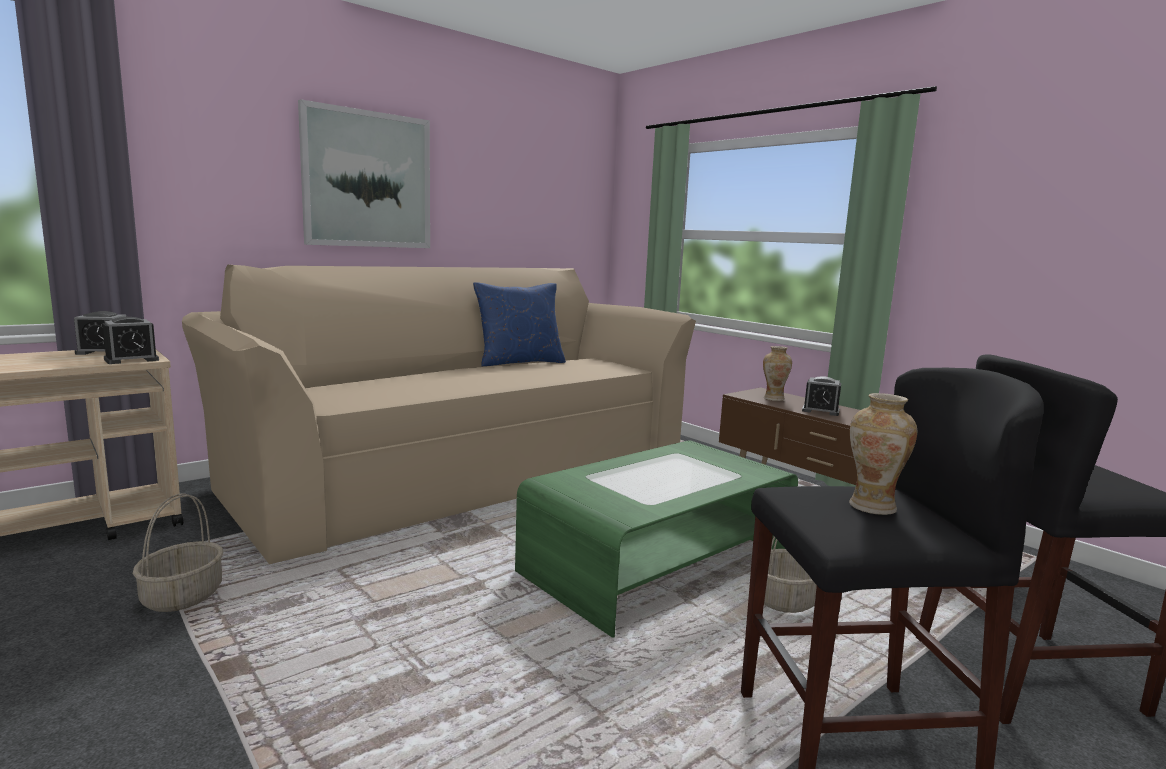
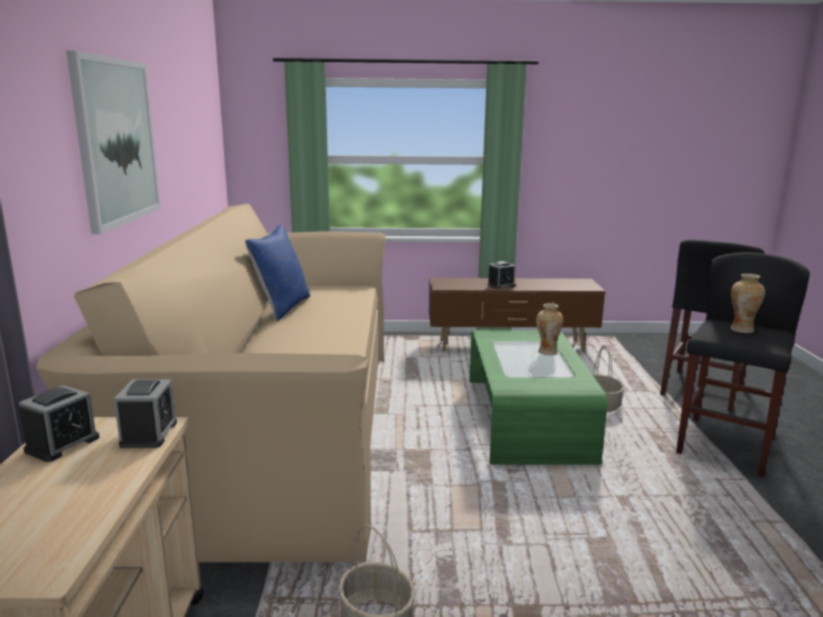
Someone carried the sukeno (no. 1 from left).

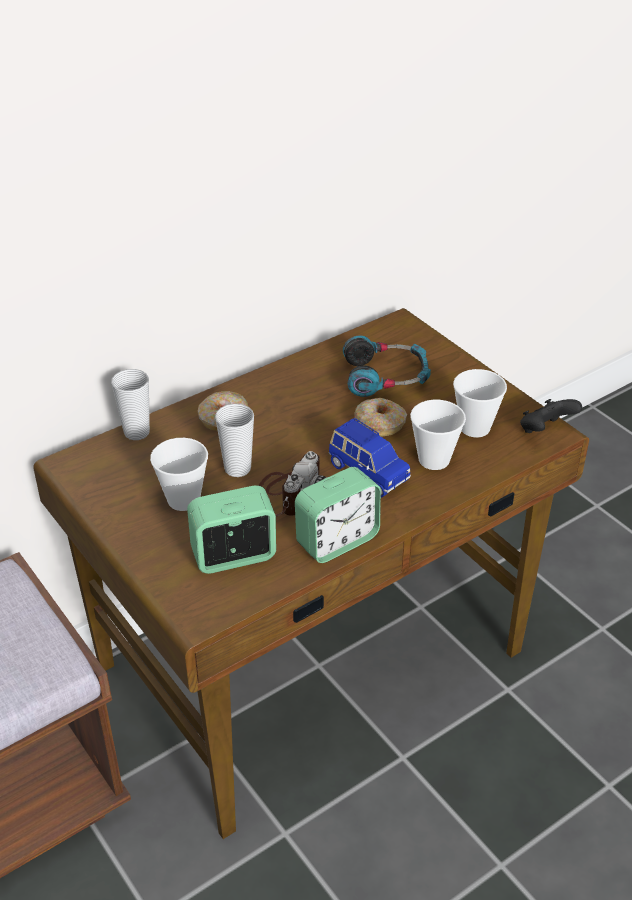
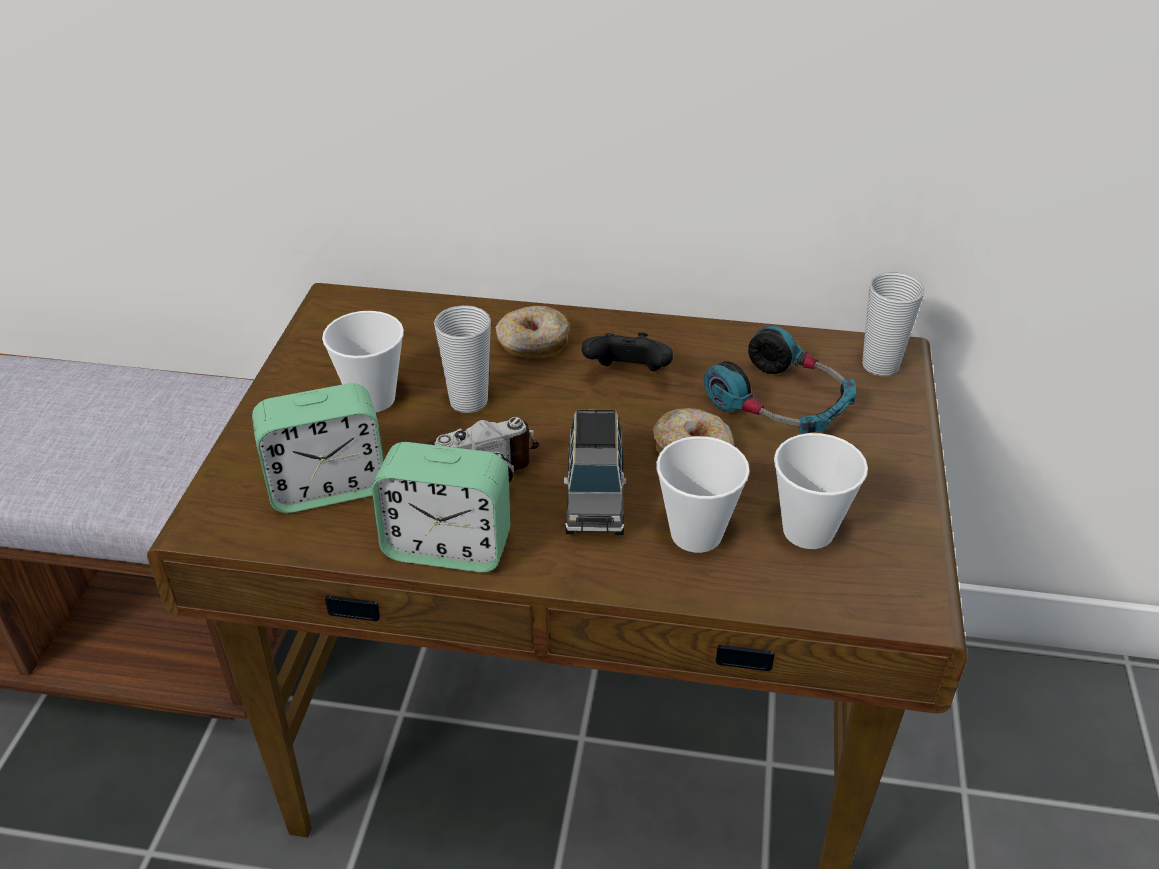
Someone rotated the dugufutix (no. 1 from left) by 135 degrees clockwise. Someone repainted the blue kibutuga, which became the grey kibutuga. Someone carried the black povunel. Someone carried the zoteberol (no. 1 from left in the first image).

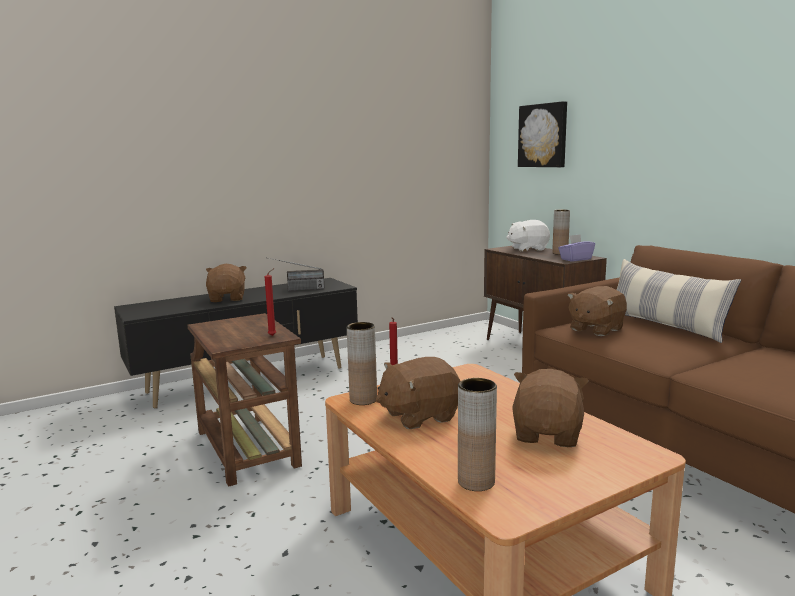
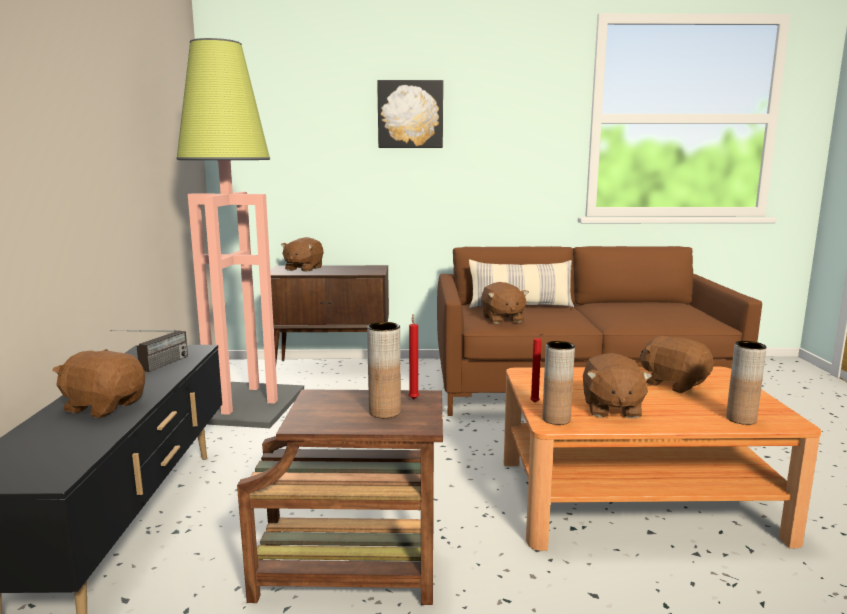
Someone put down the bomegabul. Someone repainted the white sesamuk, which became the brown sesamuk (no. 2 from left). Someone carried the brown sukeno (no. 3 from left in the first image). Someone carried the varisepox. Someone took away the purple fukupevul.

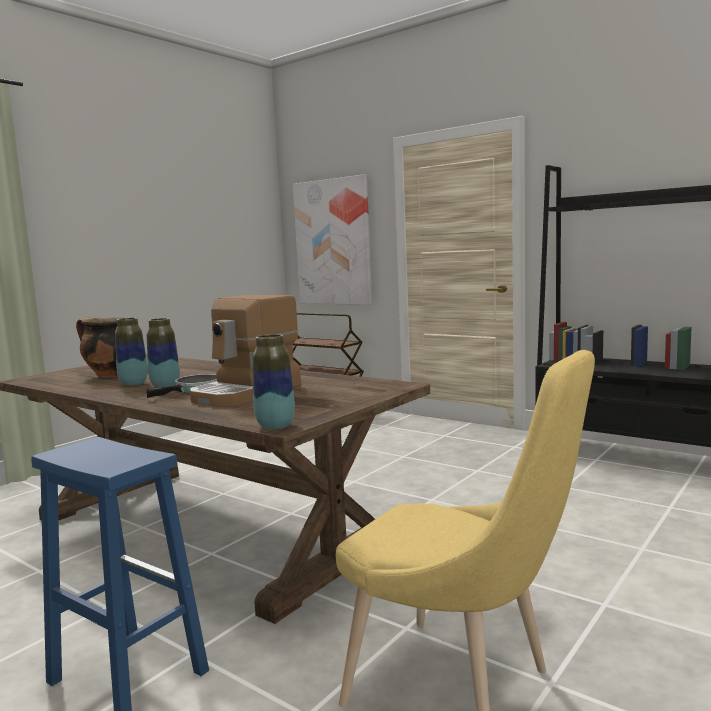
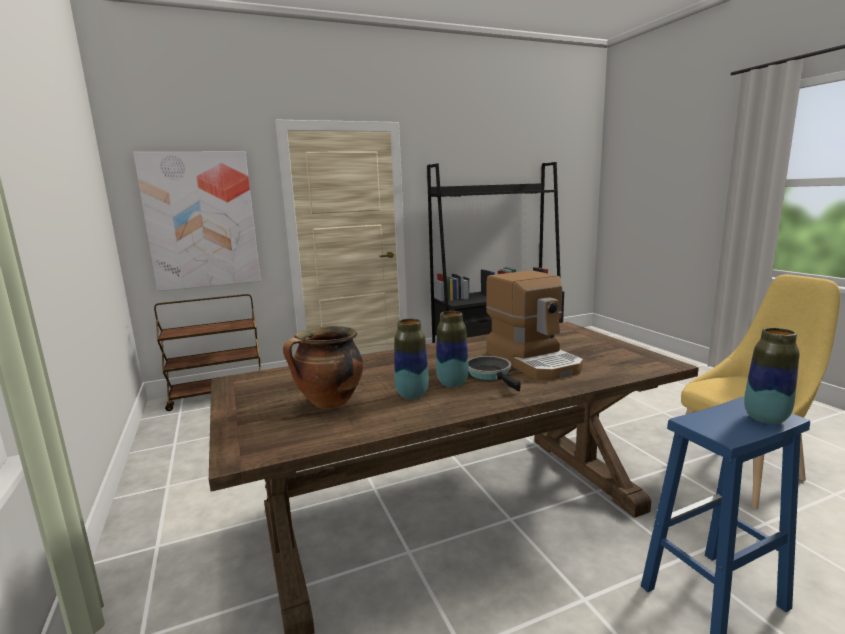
Someone carried the sukeno (no. 3 from left).

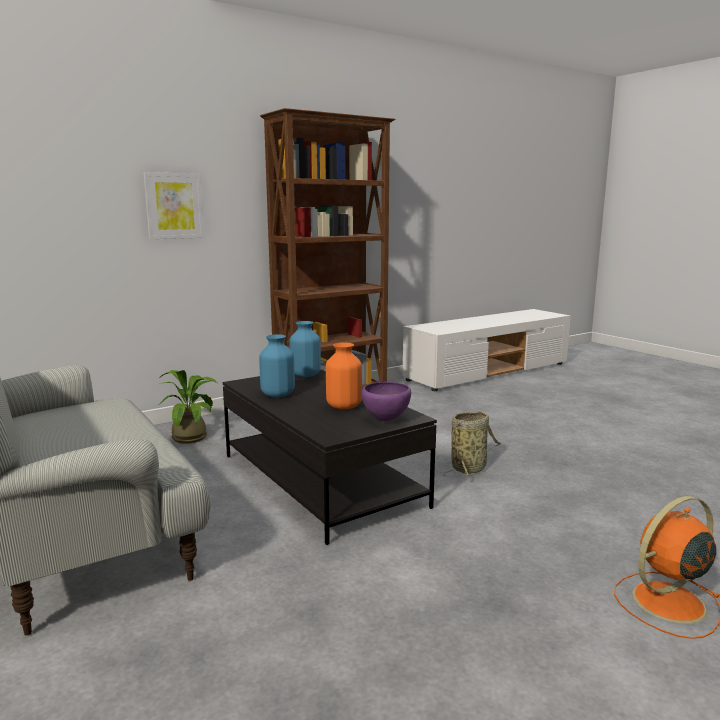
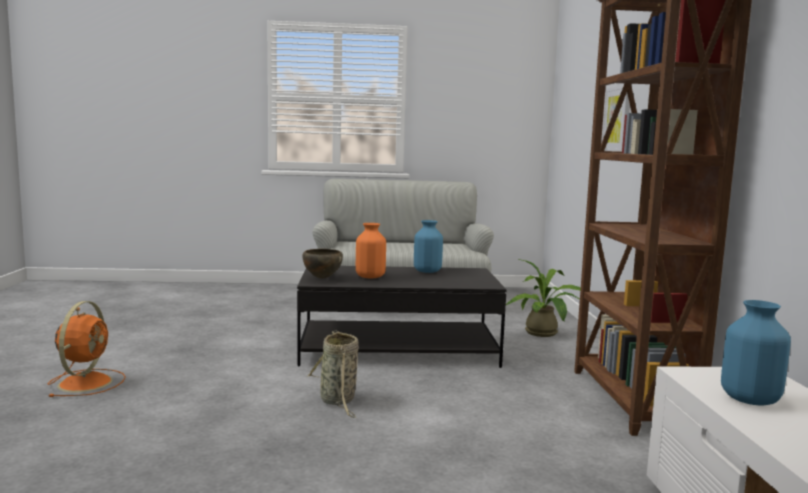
Someone repainted the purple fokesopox, which became the brown fokesopox. Someone carried the blue sukeno (no. 2 from left).

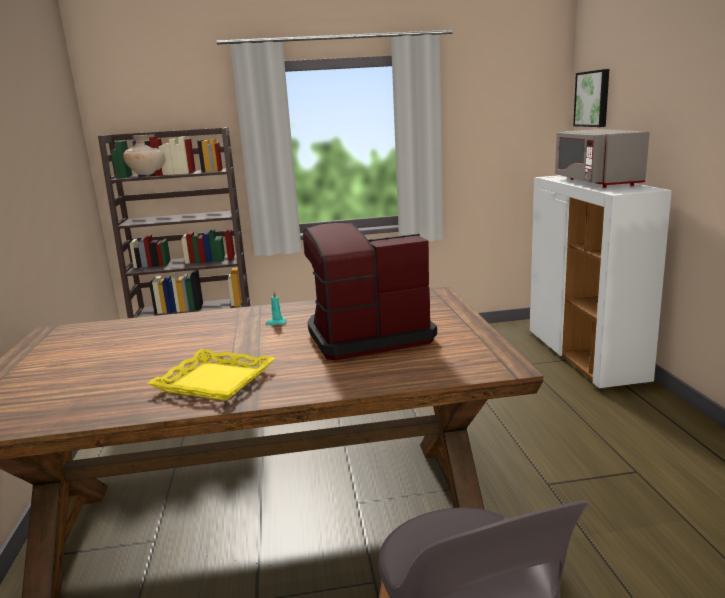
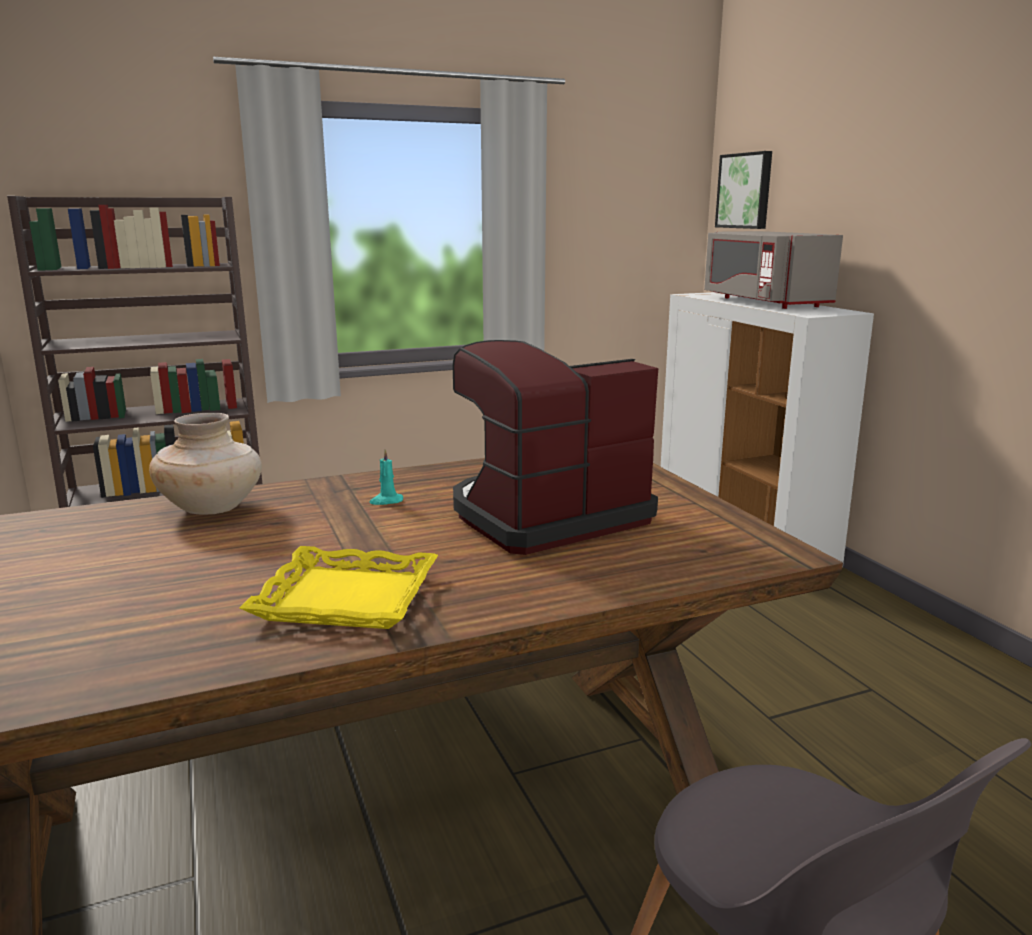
Someone carried the beige sukeno.

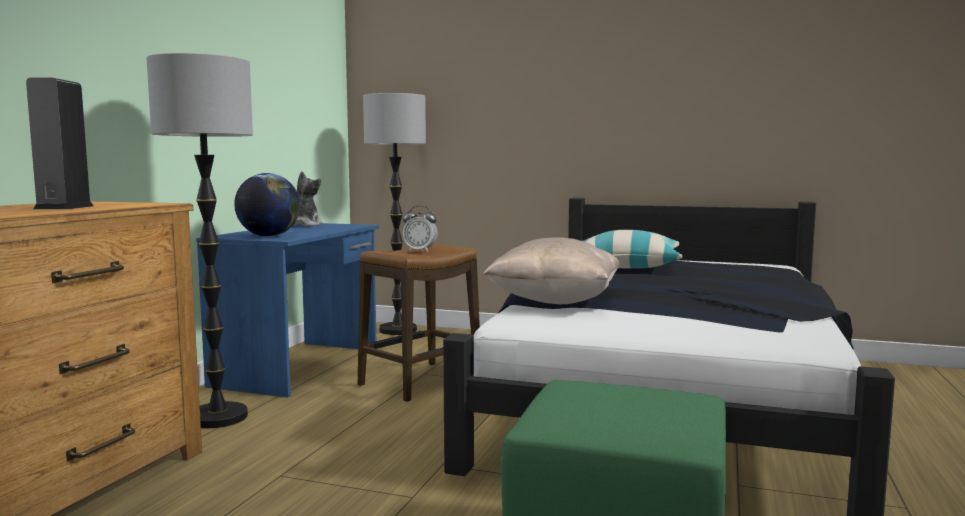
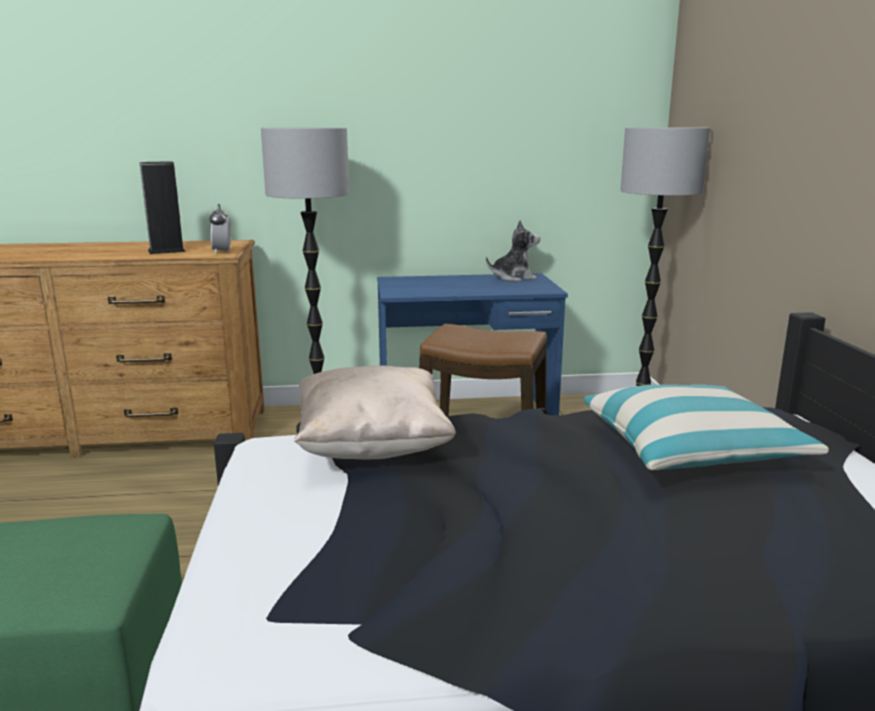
Someone carried the dugufutix. Someone took away the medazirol.

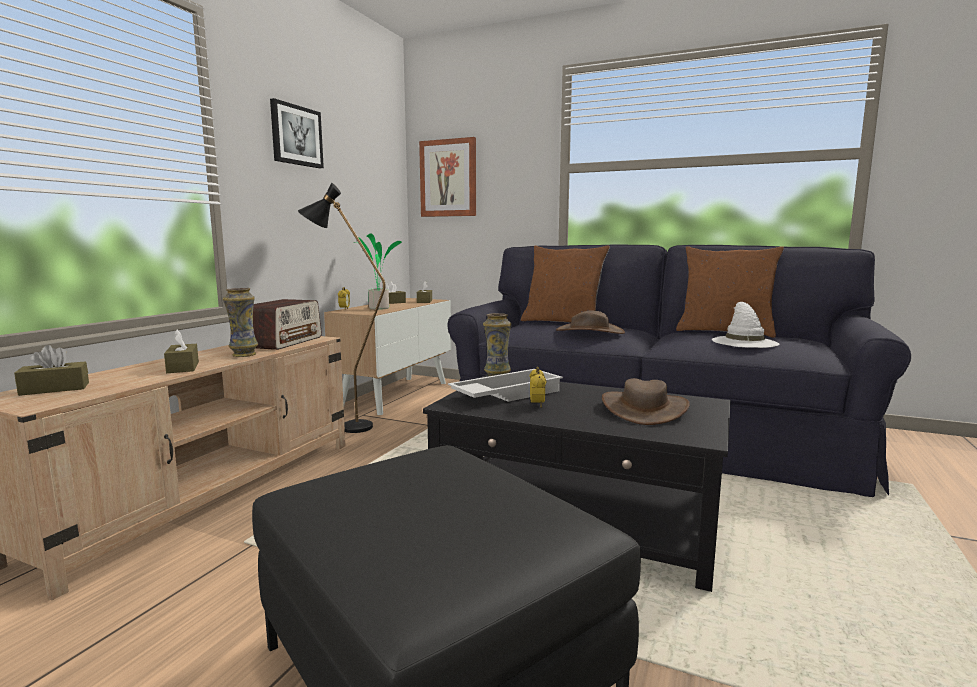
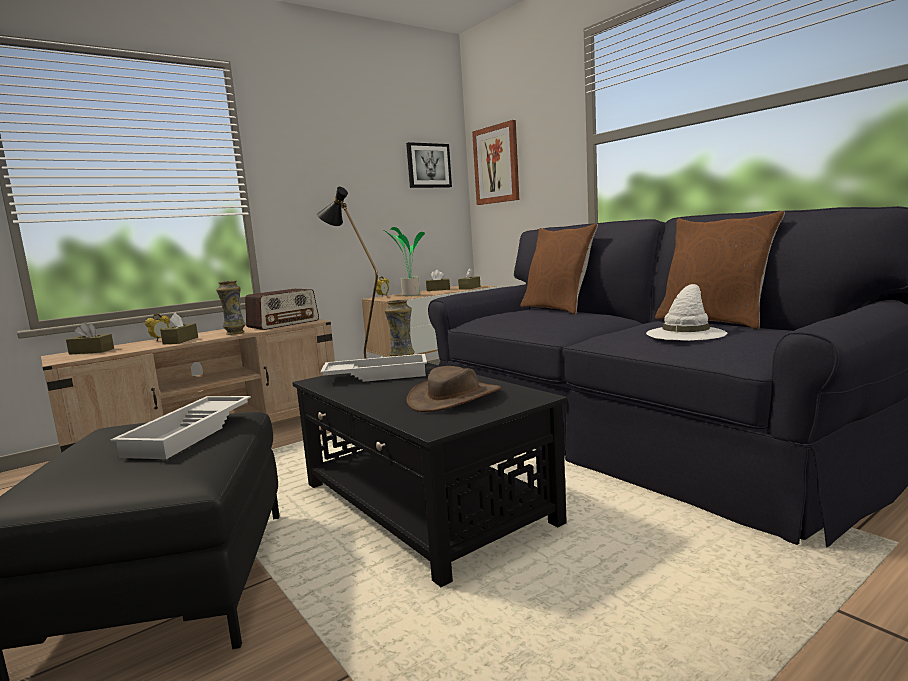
Someone put down the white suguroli (no. 1 from left). Someone carried the dugufutix (no. 2 from left in the first image). Someone carried the varisepox (no. 1 from left). Someone took away the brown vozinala (no. 1 from left).

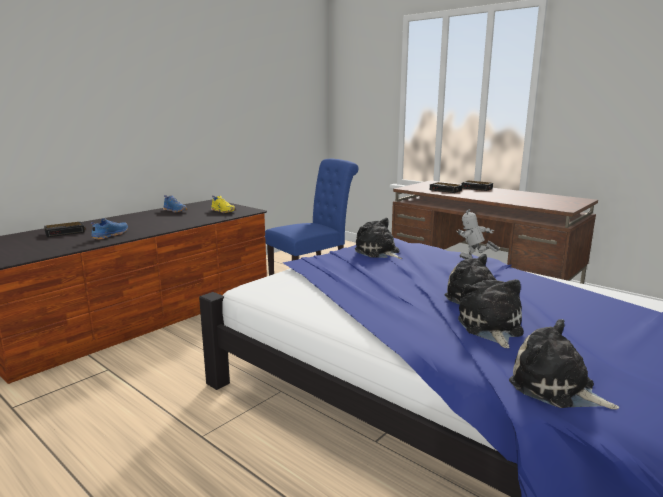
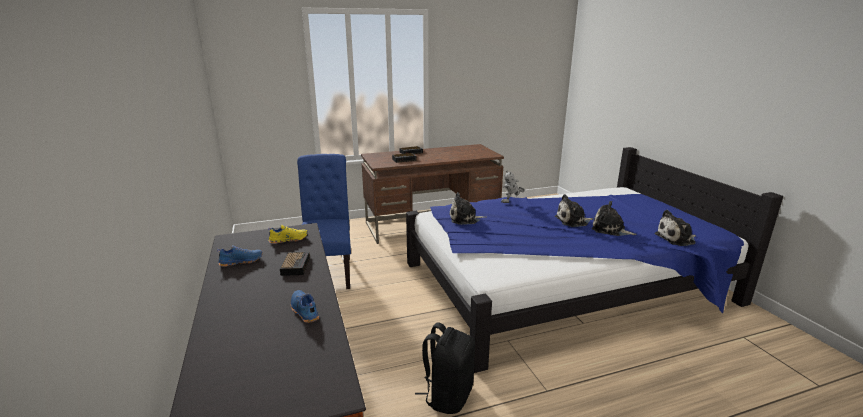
Someone carried the dugufutix (no. 1 from left). Someone put down the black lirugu.

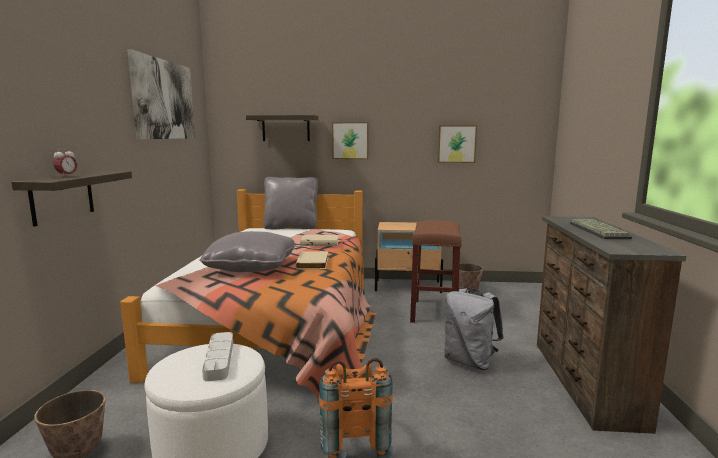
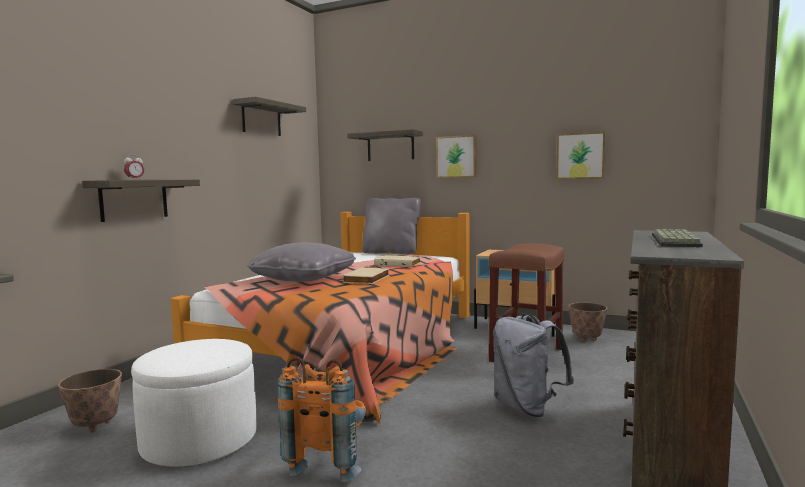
Someone swapped the varisepox (no. 1 from left) for the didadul (no. 2 from left). Someone took away the grey suguroli.

